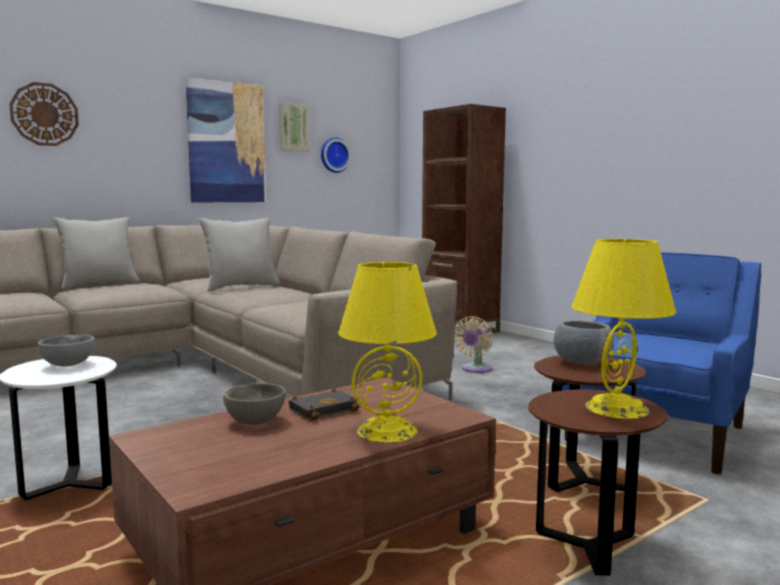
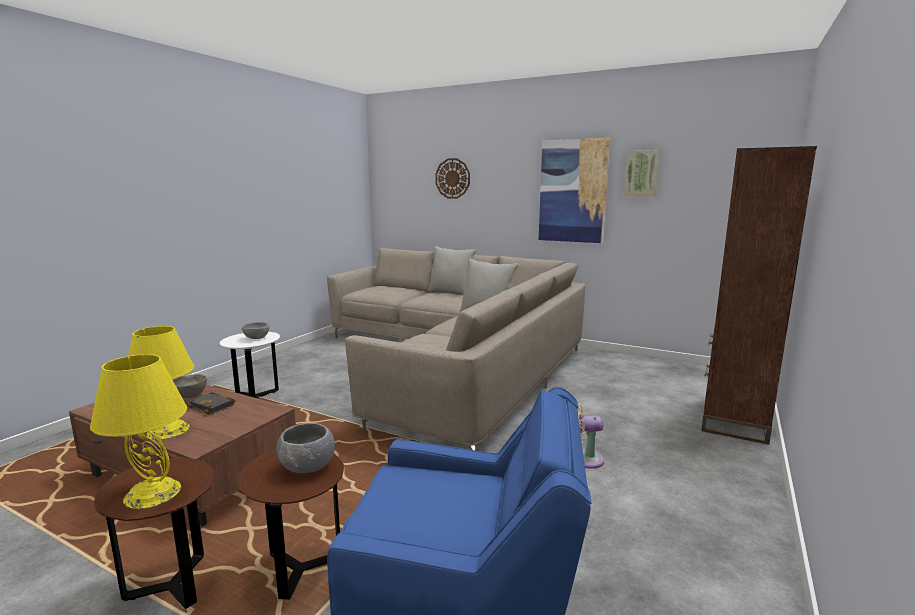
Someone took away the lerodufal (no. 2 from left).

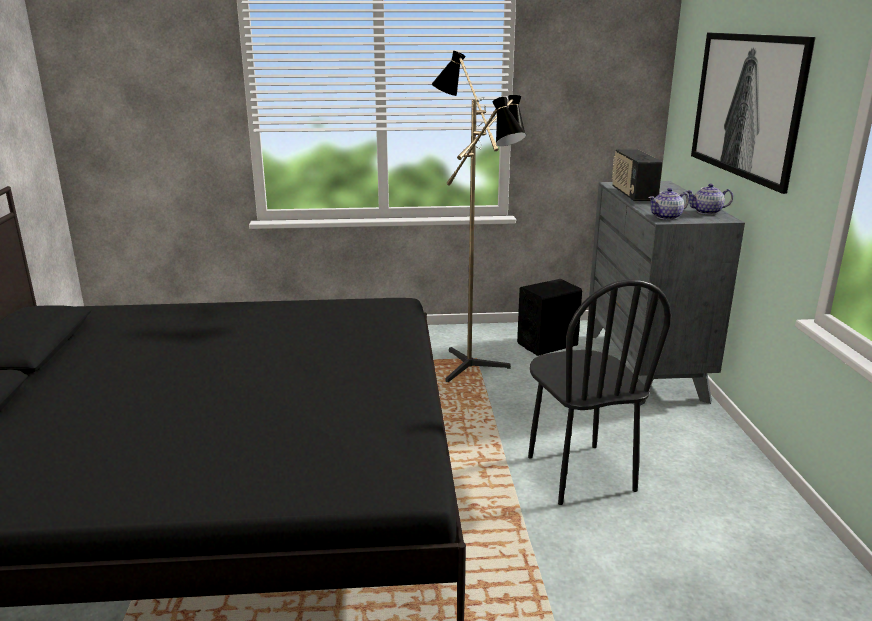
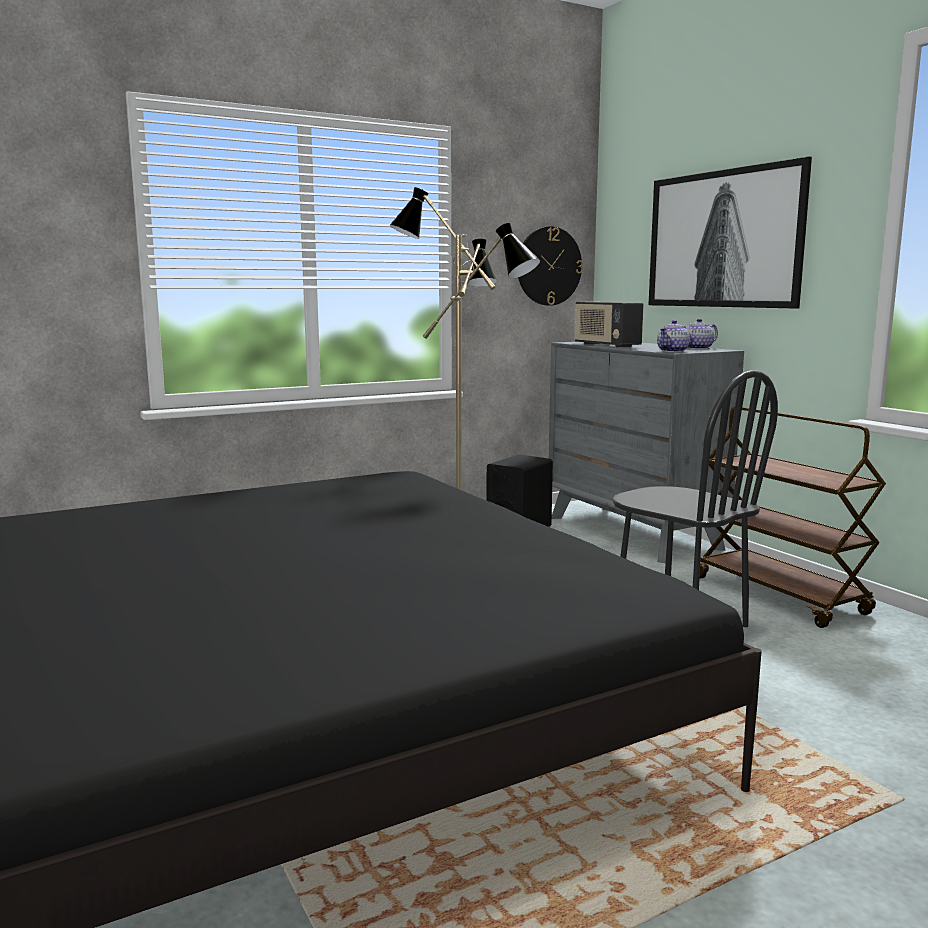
Someone put up the lerodufal. Someone put down the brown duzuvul.

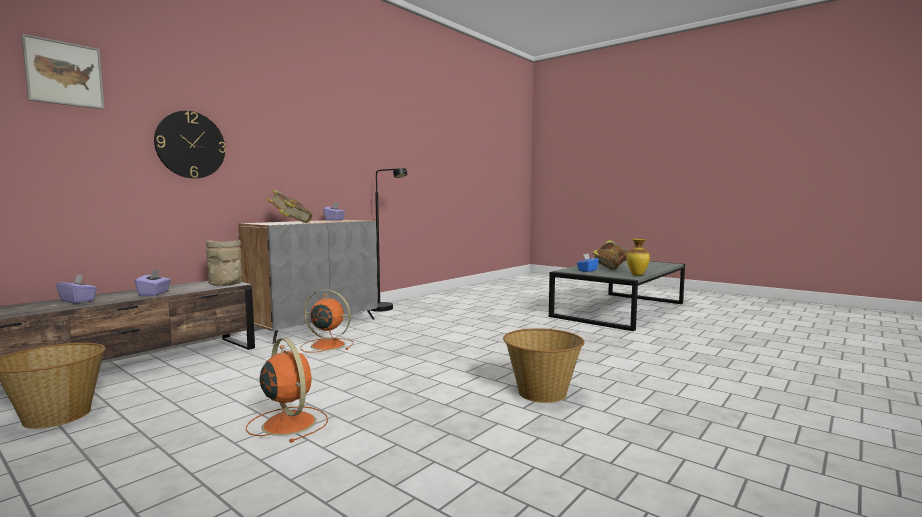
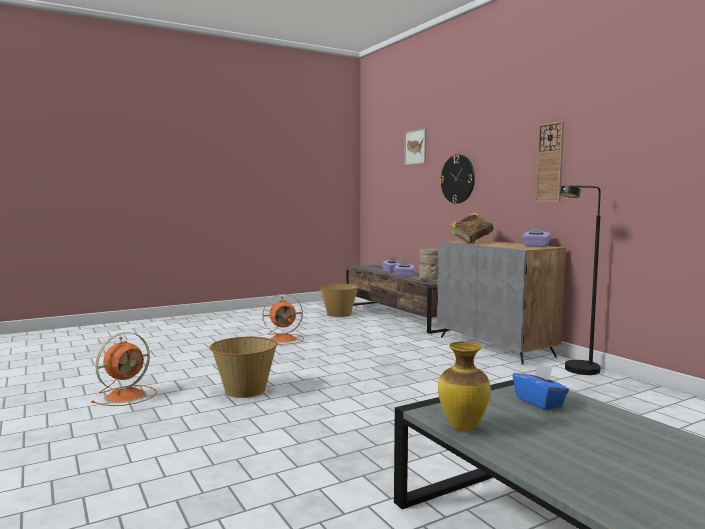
Someone carried the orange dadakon (no. 2 from left in the first image). Someone put up the lerodufal (no. 2 from left). Someone took away the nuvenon (no. 2 from left).

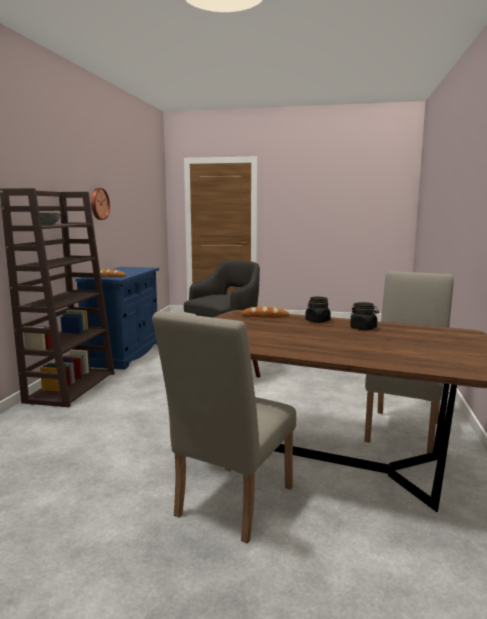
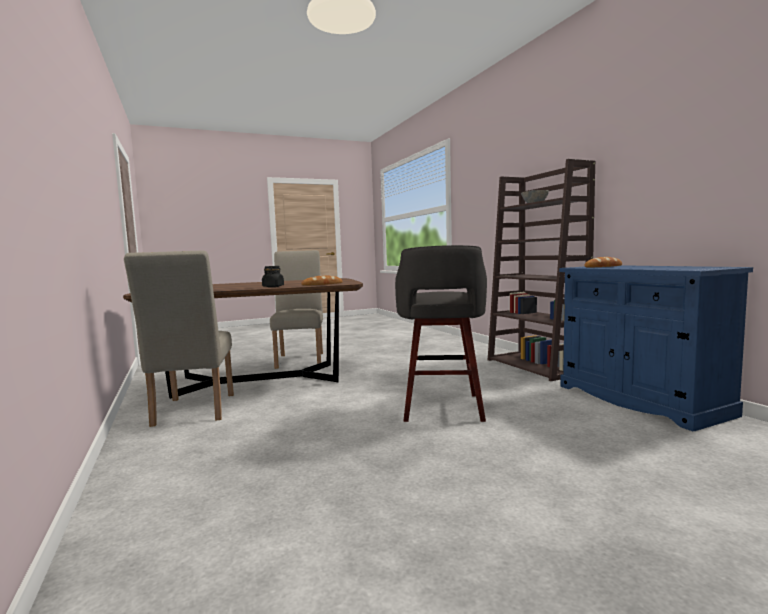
Someone took away the lerodufal. Someone took away the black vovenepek (no. 2 from left).

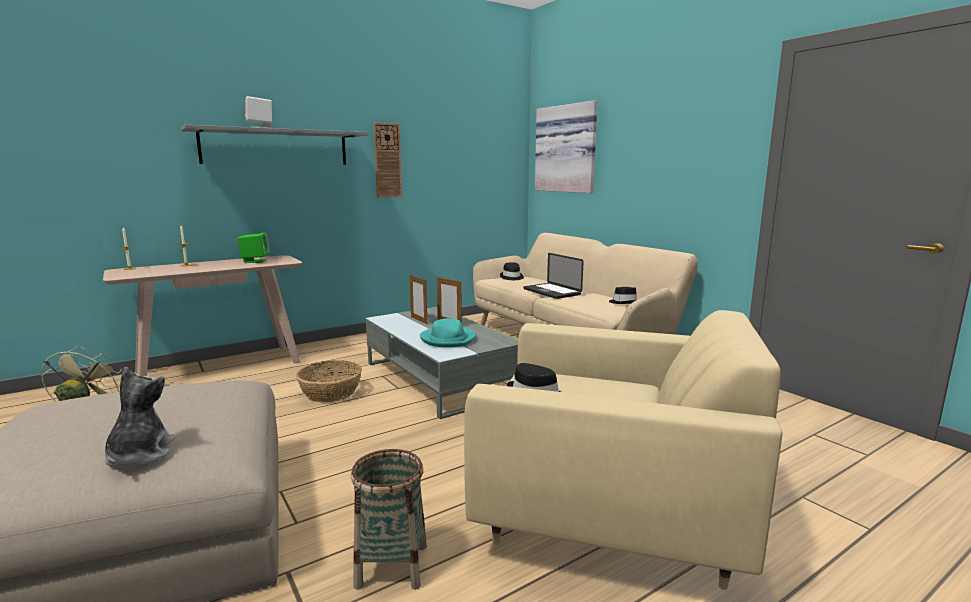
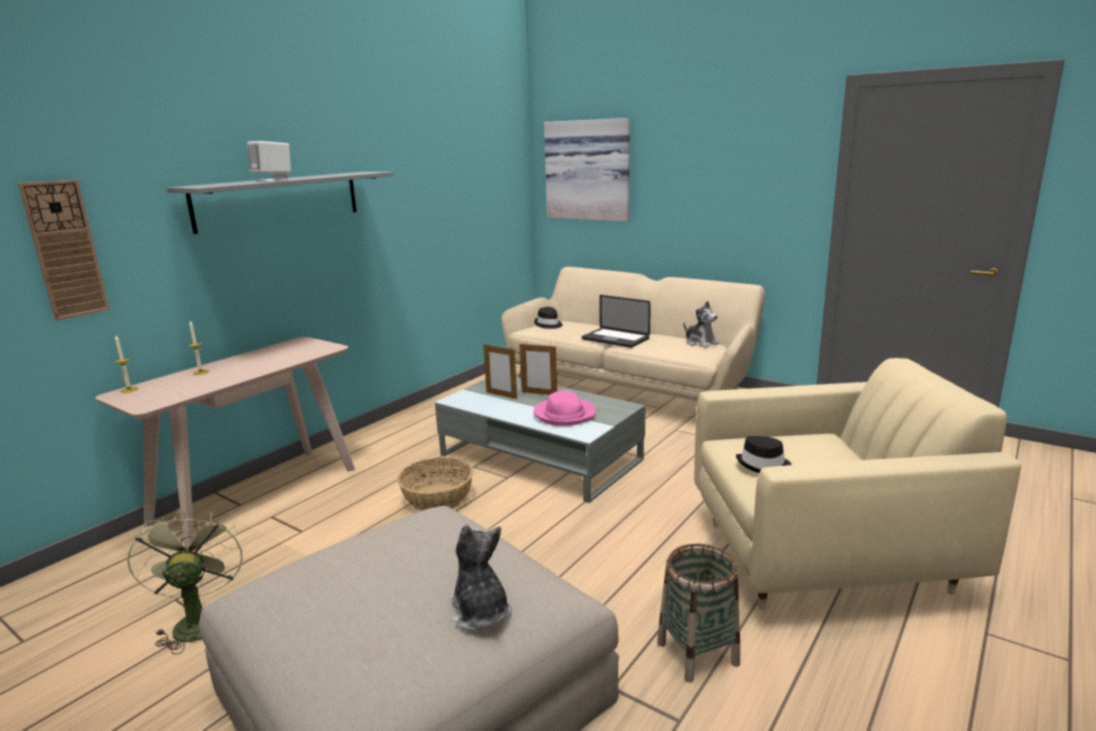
Someone carried the lerodufal. Someone repainted the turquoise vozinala, which became the pink vozinala. Someone swapped the black vozinala (no. 3 from left) for the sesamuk (no. 2 from left). Someone took away the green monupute.

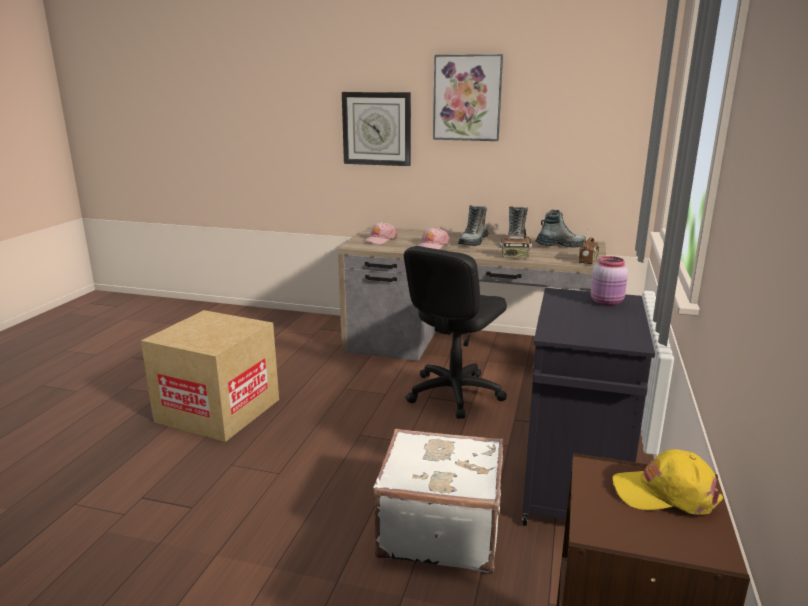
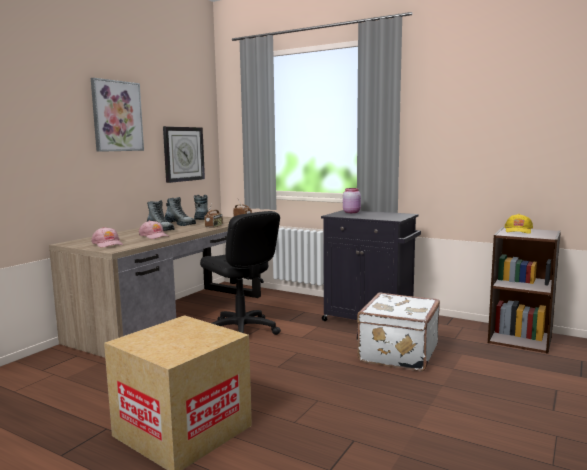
Someone carried the lerodufal.

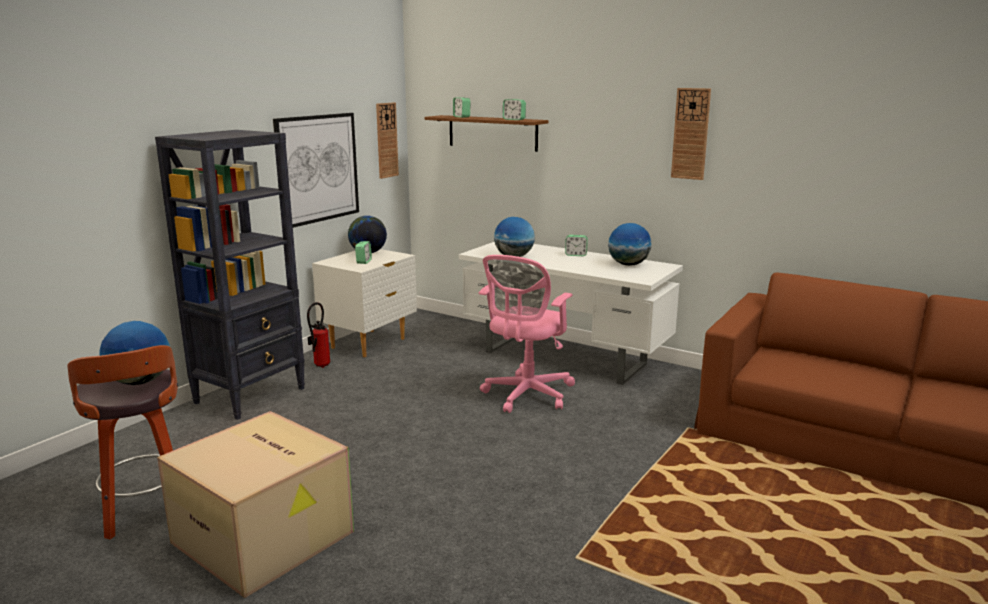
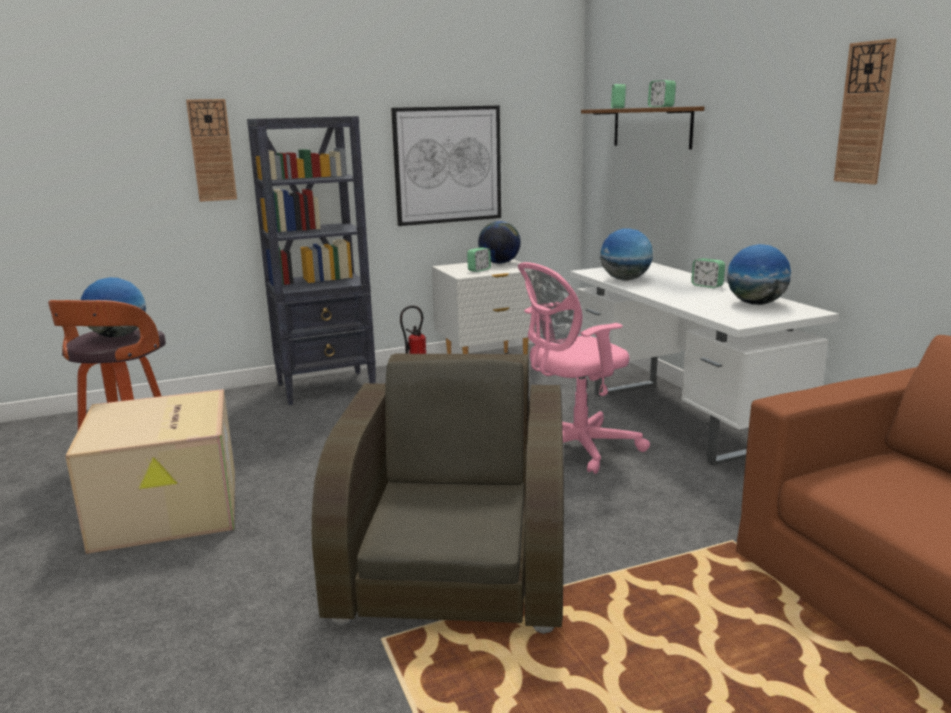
Someone carried the lerodufal (no. 1 from left). Someone put down the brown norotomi.

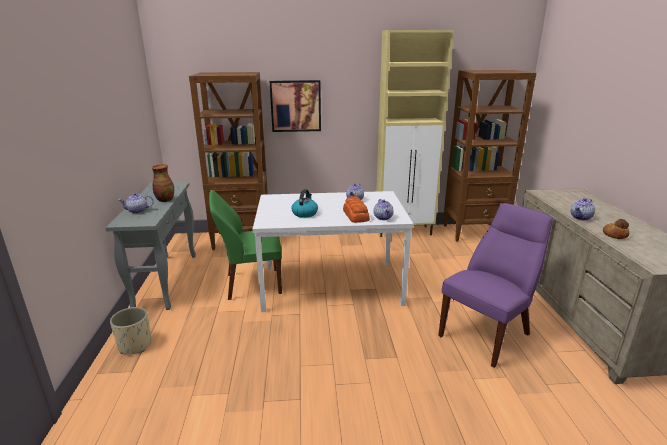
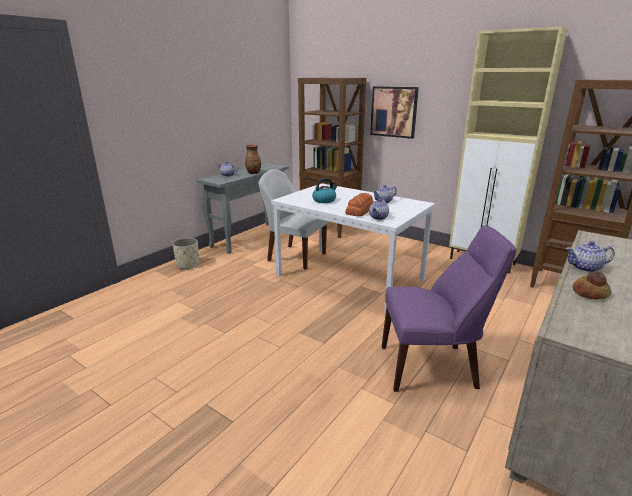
Someone repainted the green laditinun, which became the white laditinun.

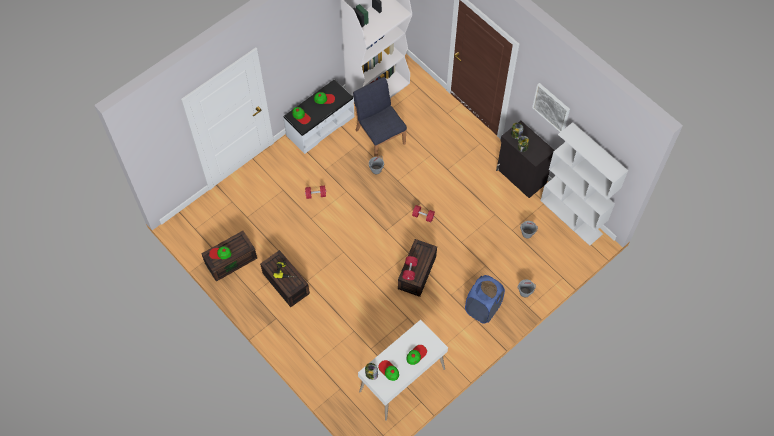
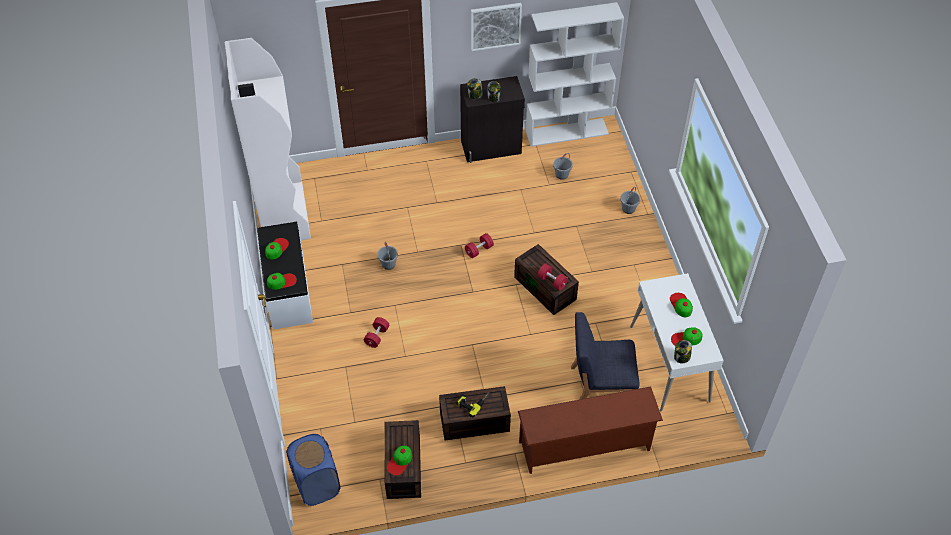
Someone carried the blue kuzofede. Someone put down the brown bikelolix. Someone carried the blue laditinun.

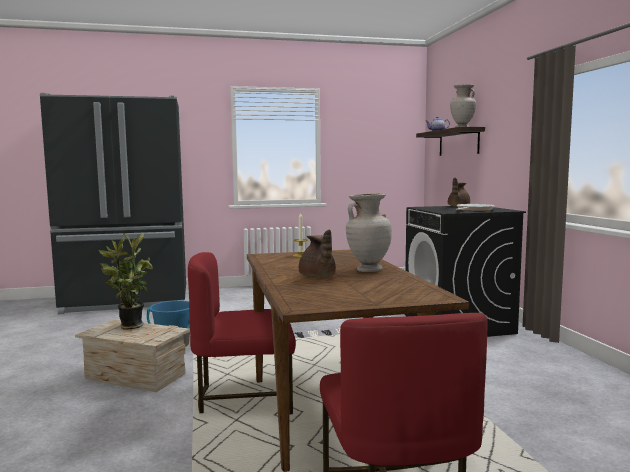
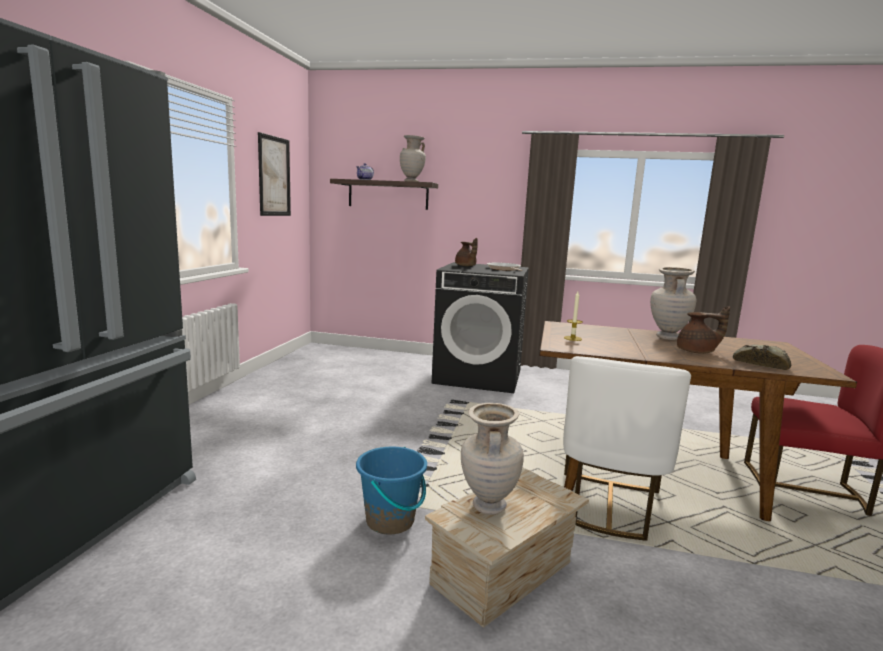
Someone put up the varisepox. Someone swapped the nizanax for the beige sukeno (no. 2 from left). Someone repainted the red laditinun (no. 1 from left), which became the white laditinun. Someone put down the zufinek.

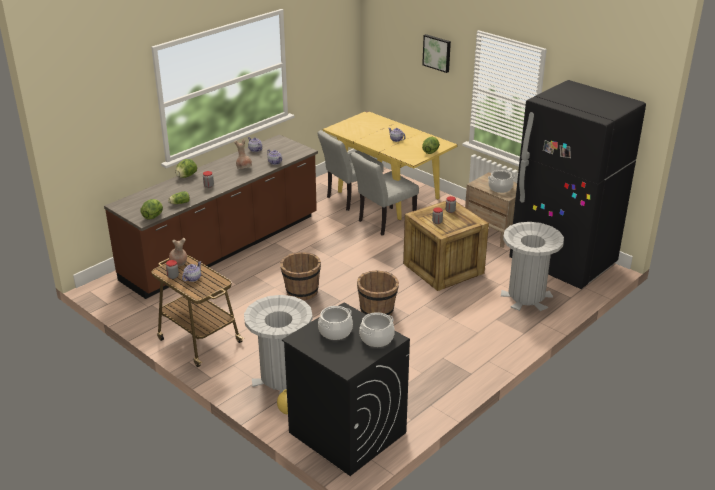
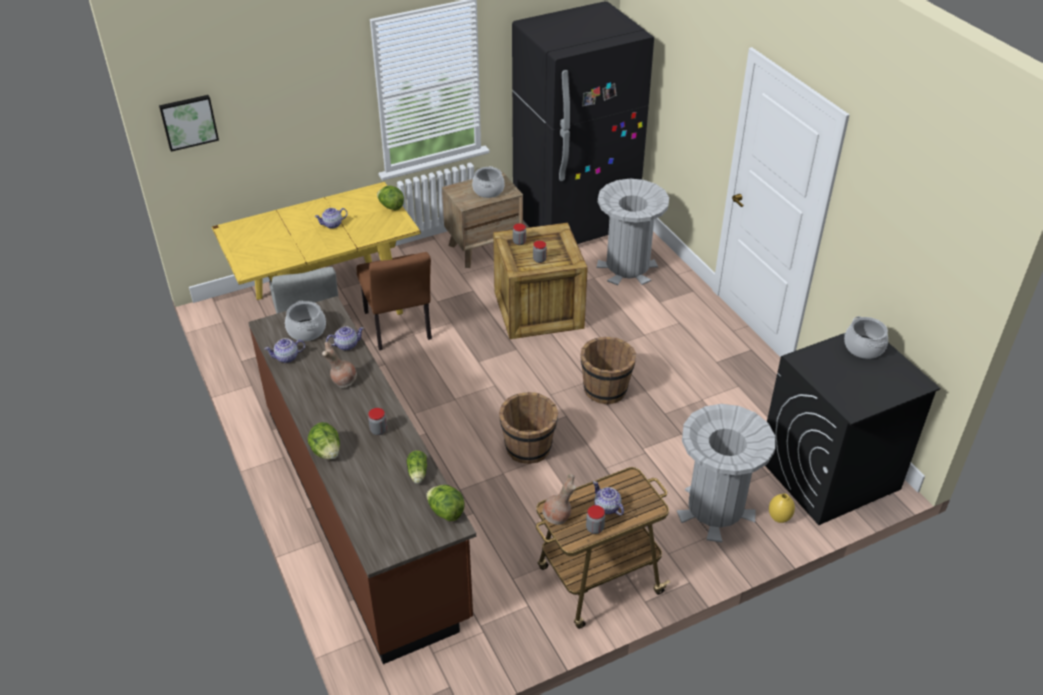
Someone carried the varisepox. Someone carried the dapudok (no. 1 from left). Someone repainted the grey laditinun (no. 2 from left), which became the brown laditinun.

